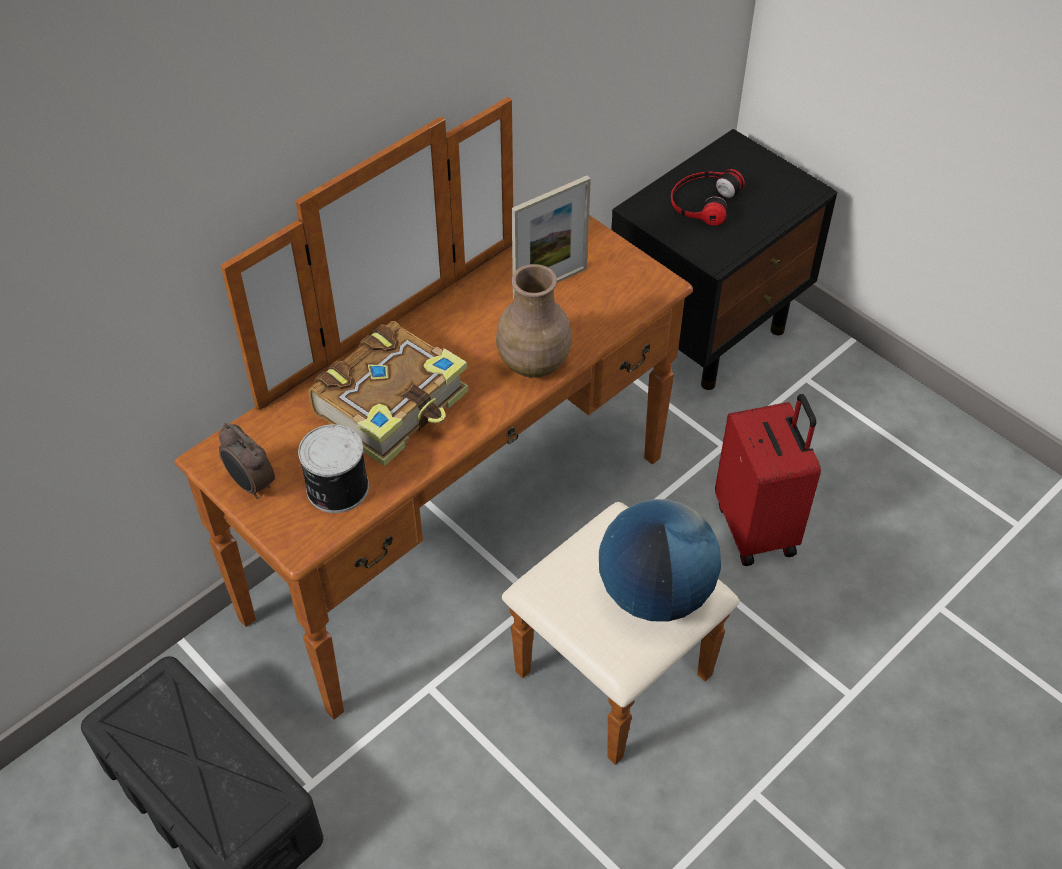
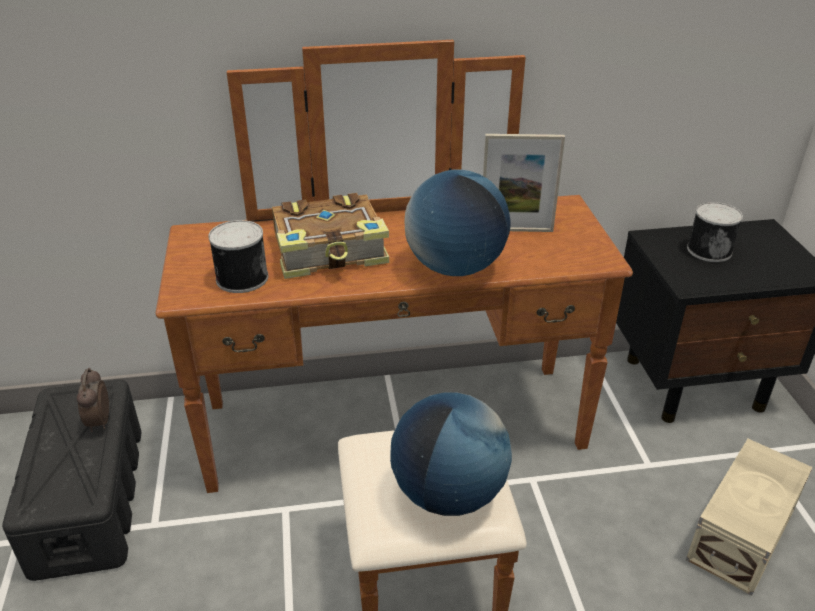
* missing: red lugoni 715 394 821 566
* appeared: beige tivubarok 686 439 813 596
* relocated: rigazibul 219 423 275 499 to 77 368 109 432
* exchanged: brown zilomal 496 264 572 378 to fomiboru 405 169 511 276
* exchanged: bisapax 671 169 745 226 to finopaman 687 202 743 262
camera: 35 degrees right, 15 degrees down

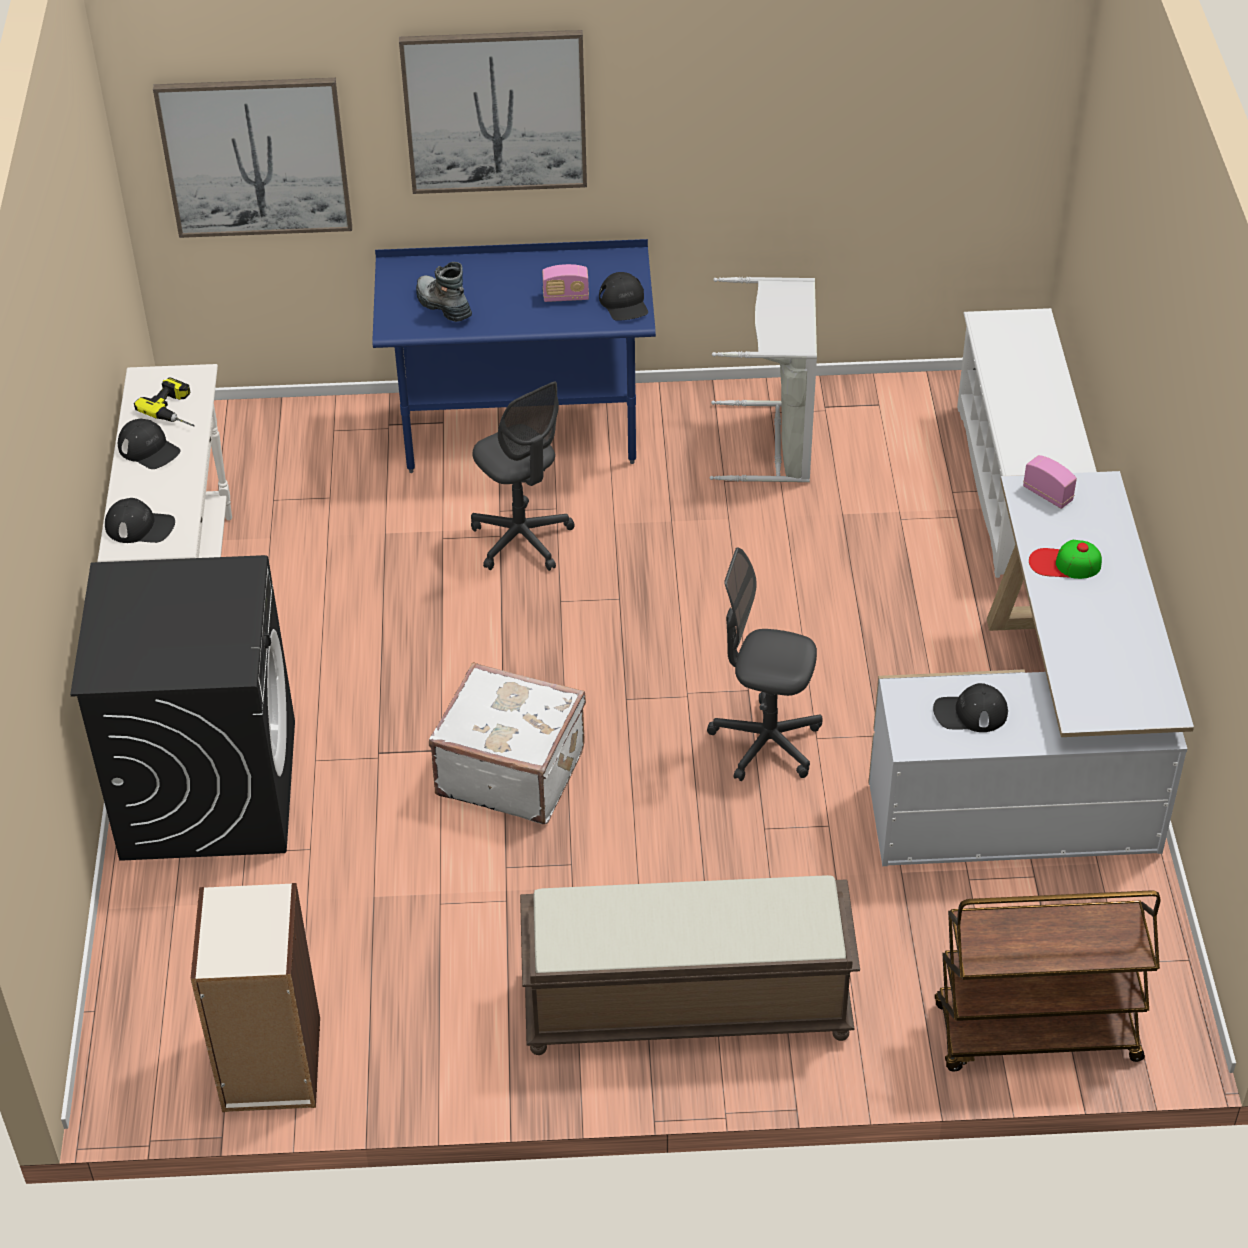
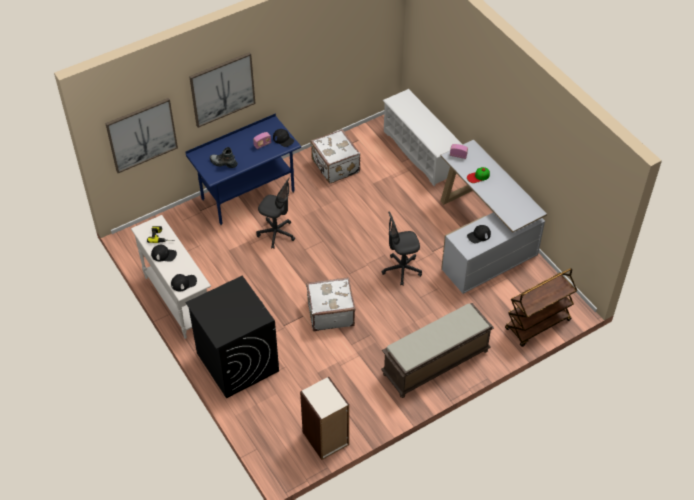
* exchanged: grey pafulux 710 277 817 482 to white lugoni 311 129 360 183
camera: 30 degrees left, 5 degrees up

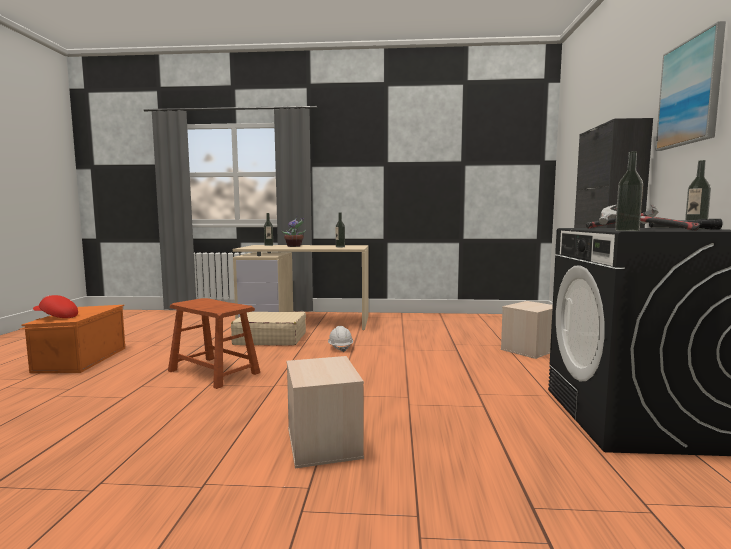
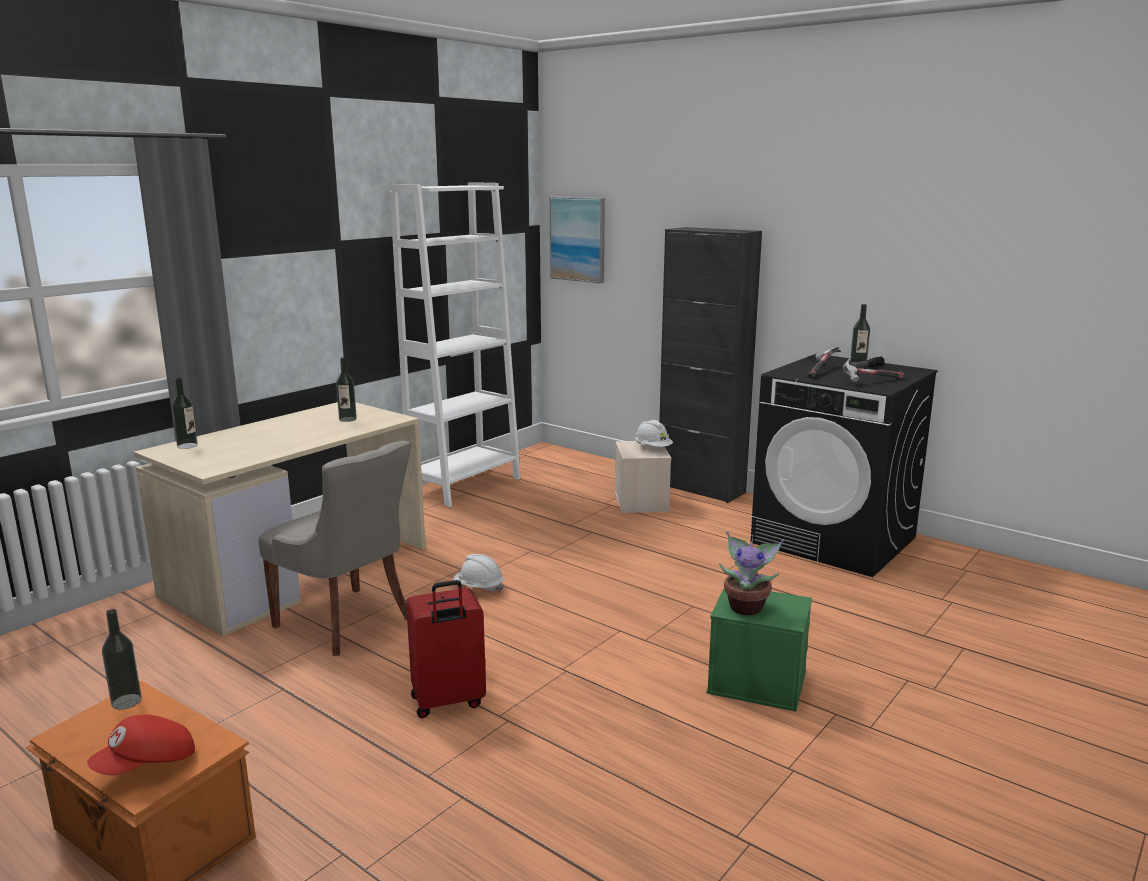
* appeared: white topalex 389 182 521 507
* appeared: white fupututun 634 420 673 447
* relocated: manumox 281 217 306 247 to 719 531 784 615
* relocated: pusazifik 615 151 643 231 to 102 609 142 710
* relocated: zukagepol 655 21 726 151 to 550 197 605 284
* exchanged: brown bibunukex 168 298 260 389 to red lugoni 406 580 486 718
* exchanged: beige lugoni 231 312 306 345 to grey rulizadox 258 441 411 656
* colour: beige tivubarok 287 356 364 468 to green tivubarok 707 588 812 712
camera: 55 degrees left, 10 degrees up

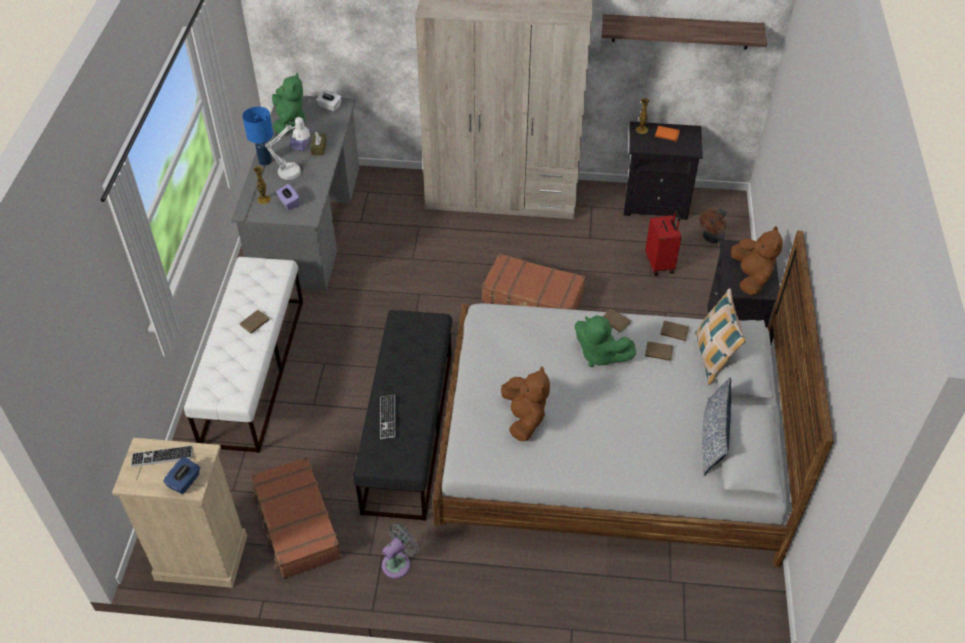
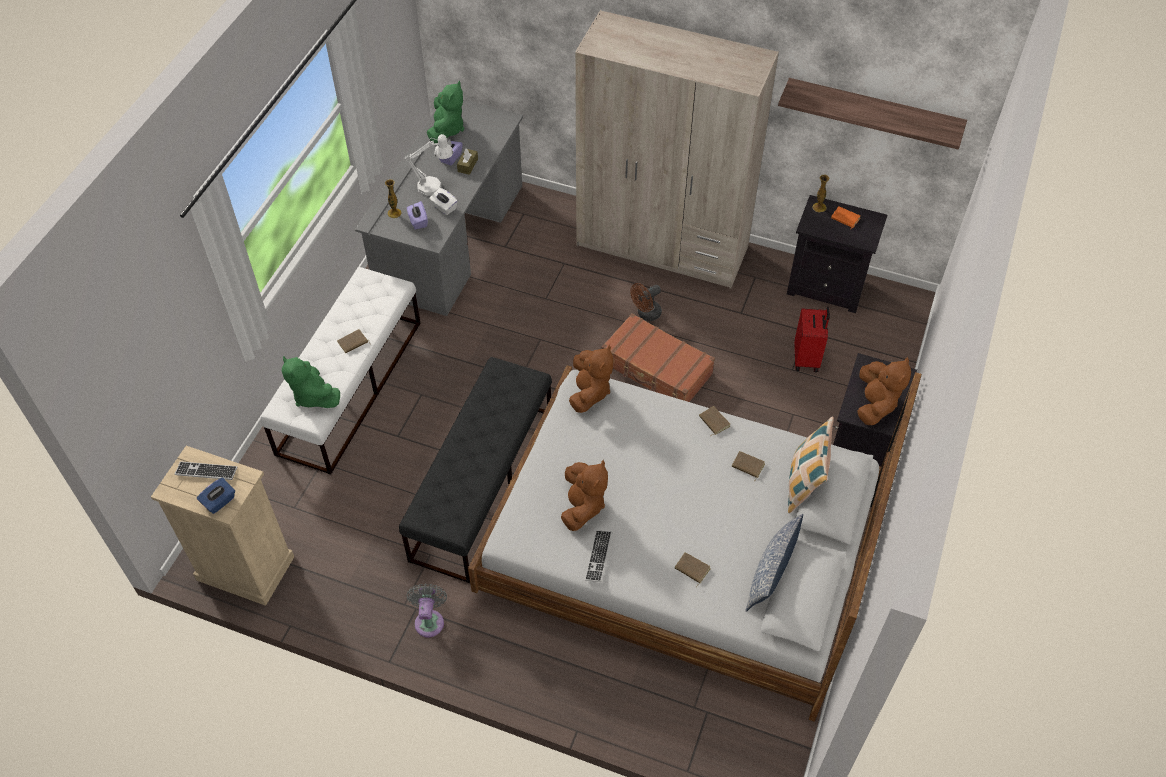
* missing: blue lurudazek 243 107 273 166
* missing: brown lugoni 251 457 342 579
* appeared: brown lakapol 569 344 613 413
* relocated: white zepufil 316 90 342 112 to 429 188 458 215
* relocated: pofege 380 395 395 439 to 585 530 612 582
* relocated: green lakapol 575 315 636 367 to 282 356 340 408
* relocated: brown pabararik 660 321 689 343 to 675 552 711 587
* relocated: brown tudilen 700 208 726 243 to 630 283 662 321
* spun: grey tudilen 382 523 419 579 = 407 584 447 637 60 degrees counterclockwise
camera: 15 degrees right, 5 degrees up

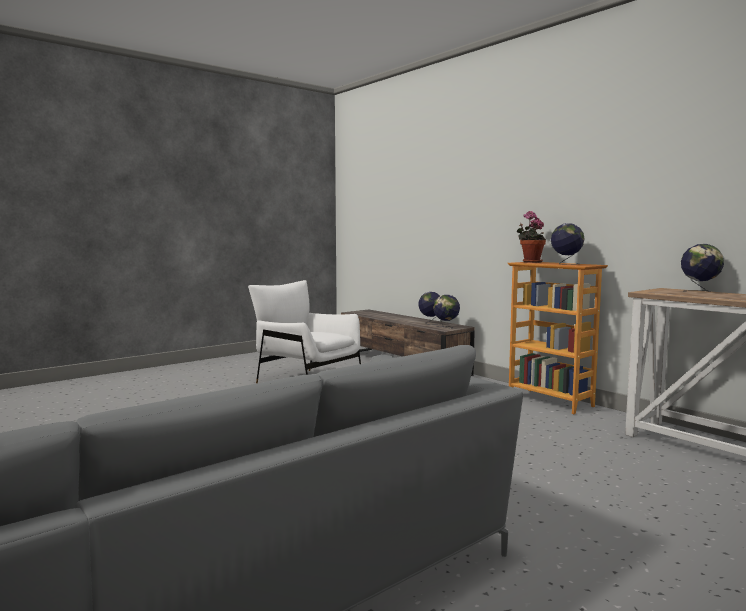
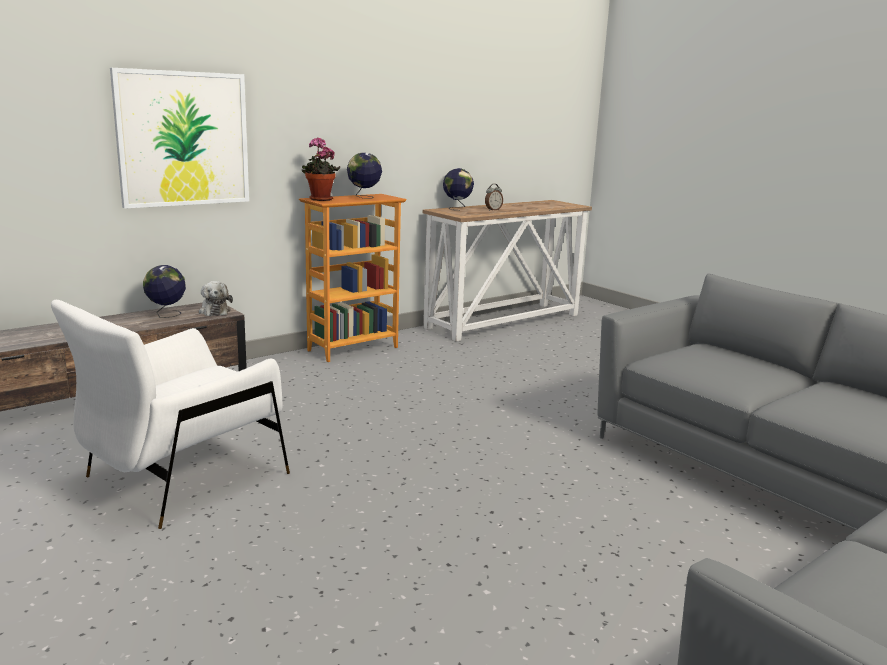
* appeared: zukagepol 110 68 249 209
* appeared: rigazibul 485 184 503 211
* exchanged: fomiboru 433 295 460 329 to lakapol 199 281 233 316
camera: 90 degrees left, 10 degrees up

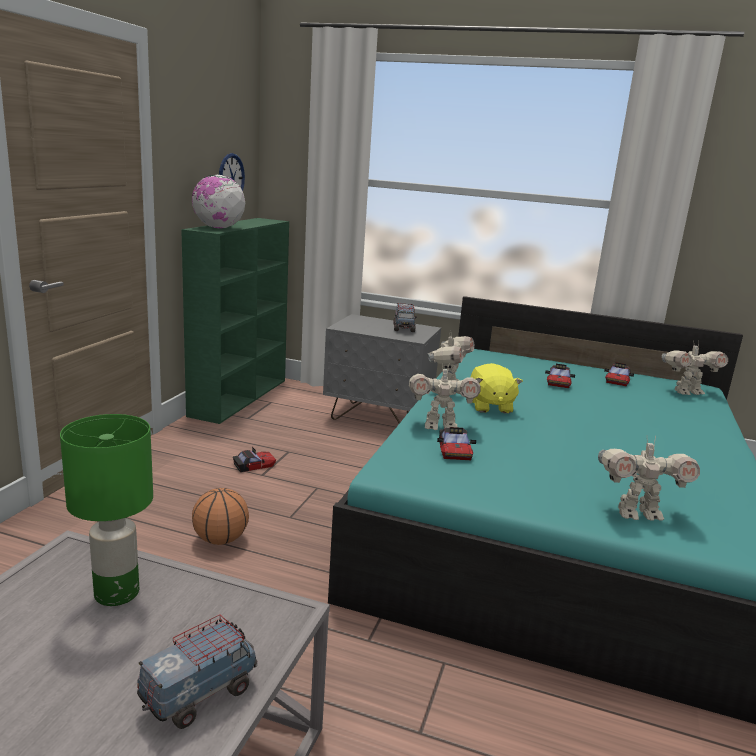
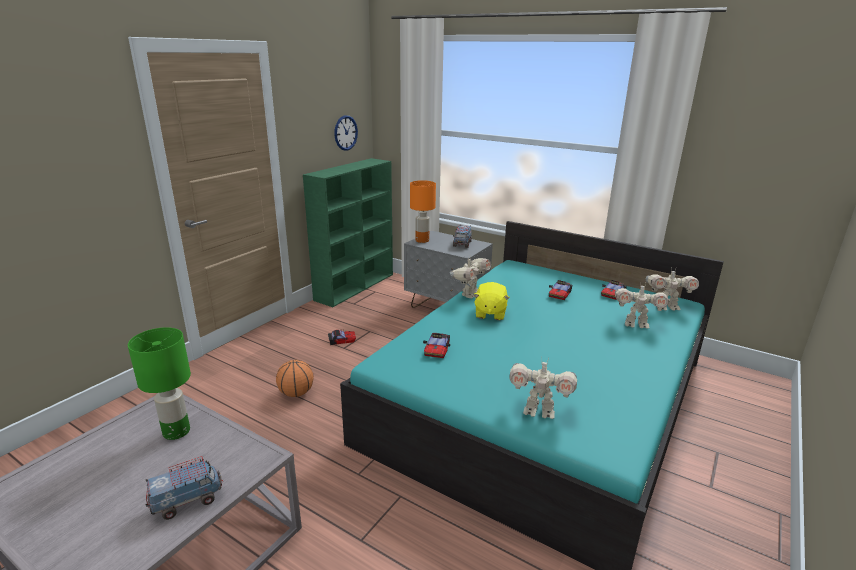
* missing: fomiboru 192 175 245 228
* appeared: orange lurudazek 410 180 436 243
* relocated: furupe 409 363 481 430 to 615 283 669 328
camera: 15 degrees right, 5 degrees up

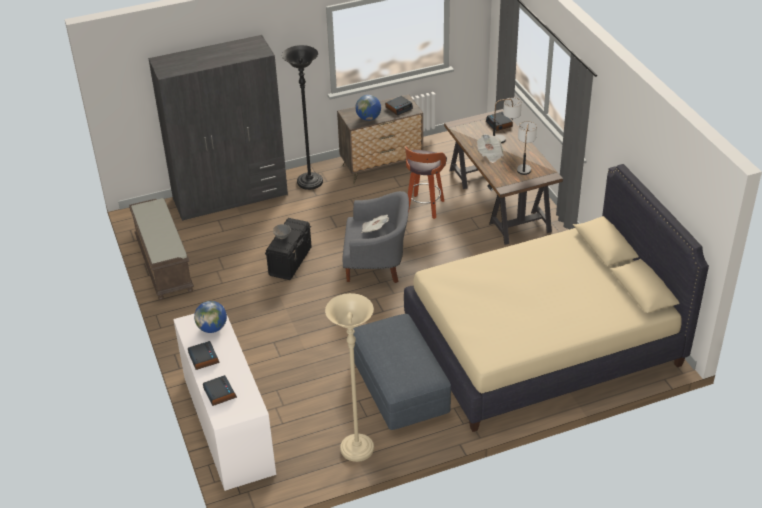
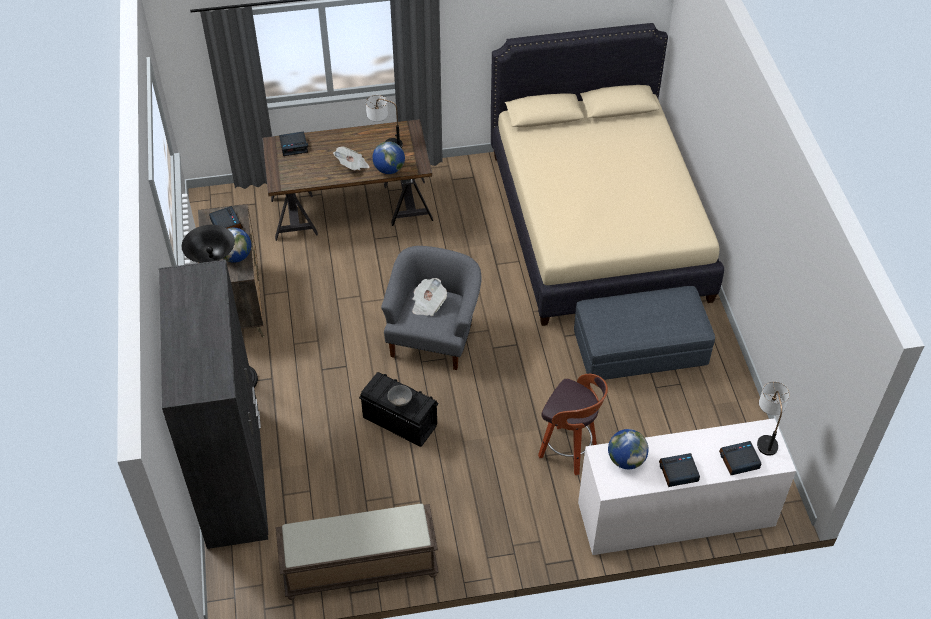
* missing: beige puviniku 325 293 374 462
* appeared: fomiboru 372 142 405 174
* relocated: bibunukex 405 146 447 219 to 538 374 608 475
* relocated: lurudazek 493 97 522 143 to 757 382 790 456
camera: 80 degrees left, 10 degrees up

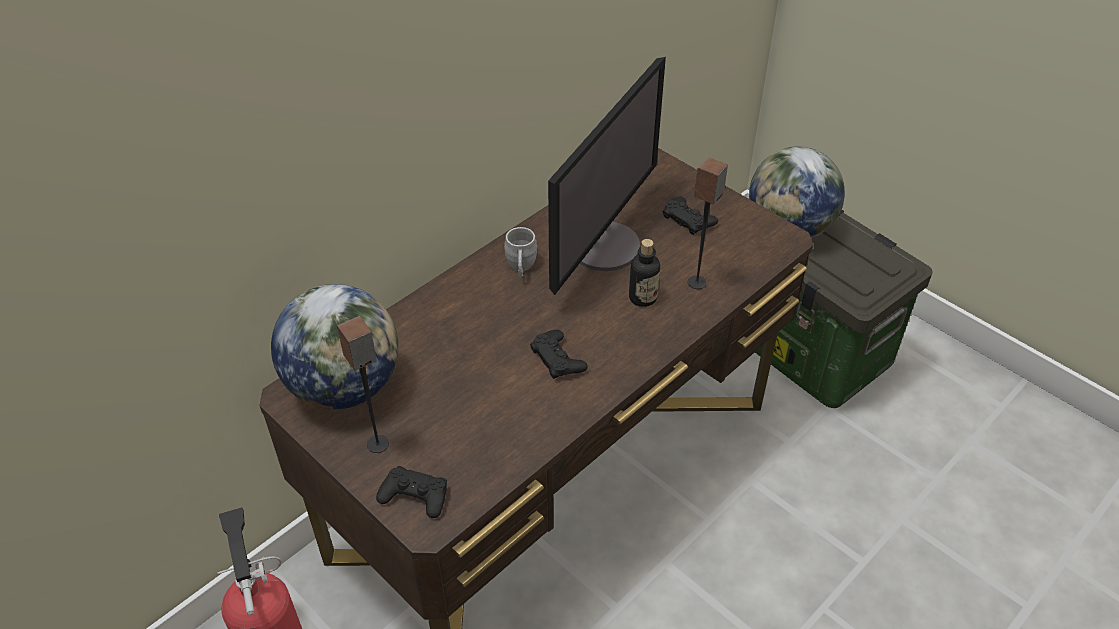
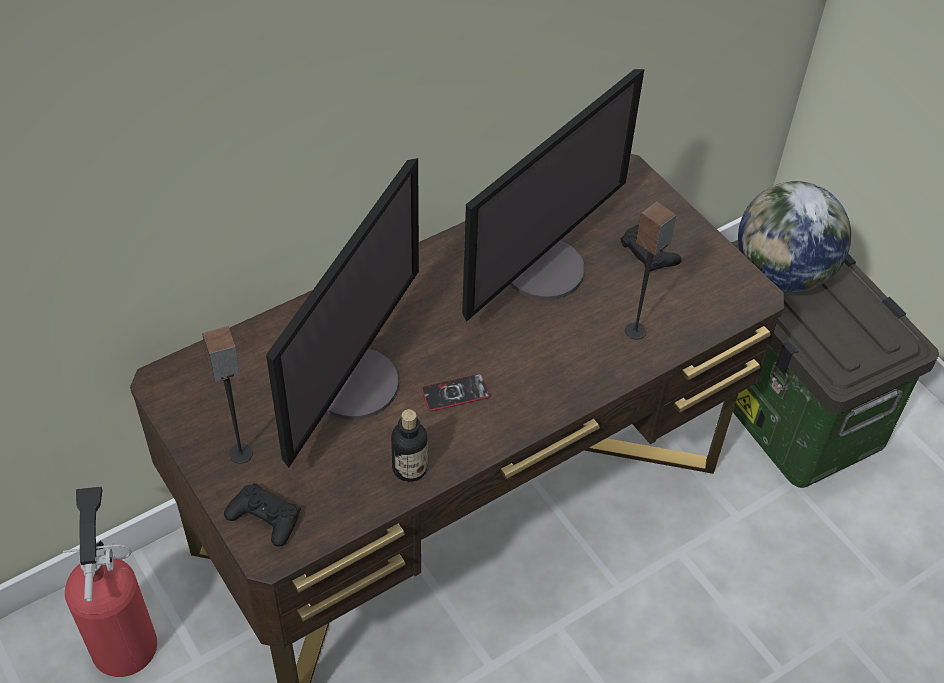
* missing: fomiboru 271 284 398 409
* missing: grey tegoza 504 227 537 278
* appeared: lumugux 266 158 419 468
* relocated: pusazifik 629 239 660 307 to 391 409 427 482
* exchanged: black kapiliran 530 330 588 379 to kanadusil 421 374 491 411
camera: 10 degrees right, 5 degrees up

